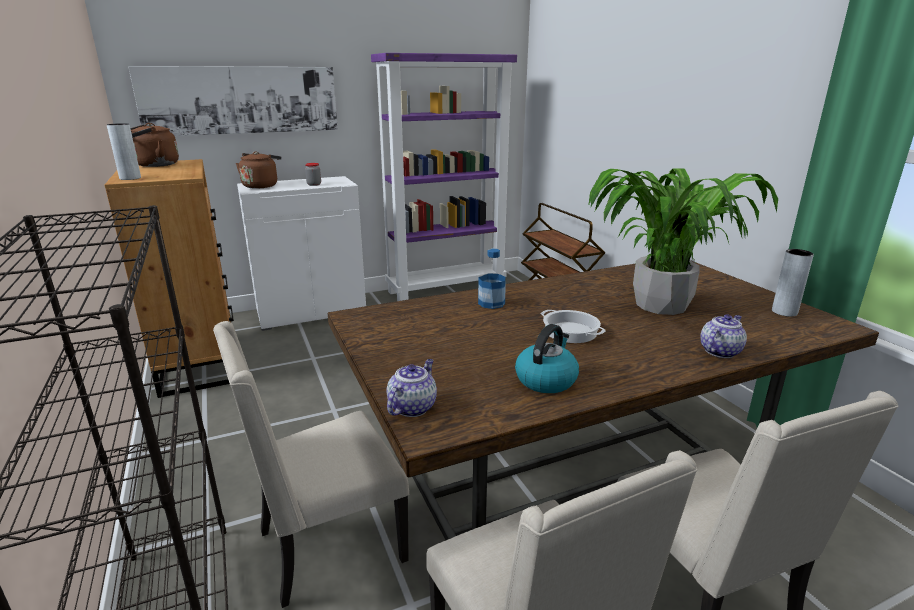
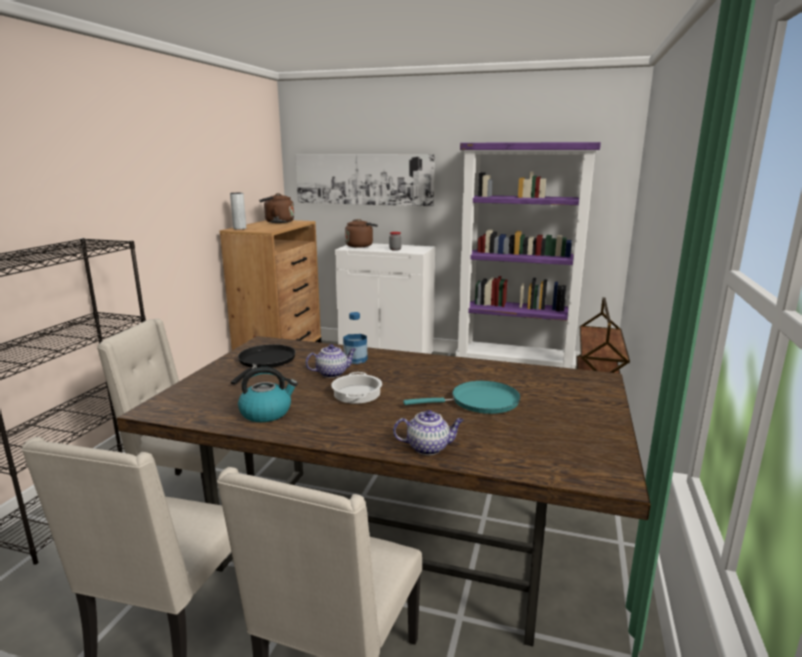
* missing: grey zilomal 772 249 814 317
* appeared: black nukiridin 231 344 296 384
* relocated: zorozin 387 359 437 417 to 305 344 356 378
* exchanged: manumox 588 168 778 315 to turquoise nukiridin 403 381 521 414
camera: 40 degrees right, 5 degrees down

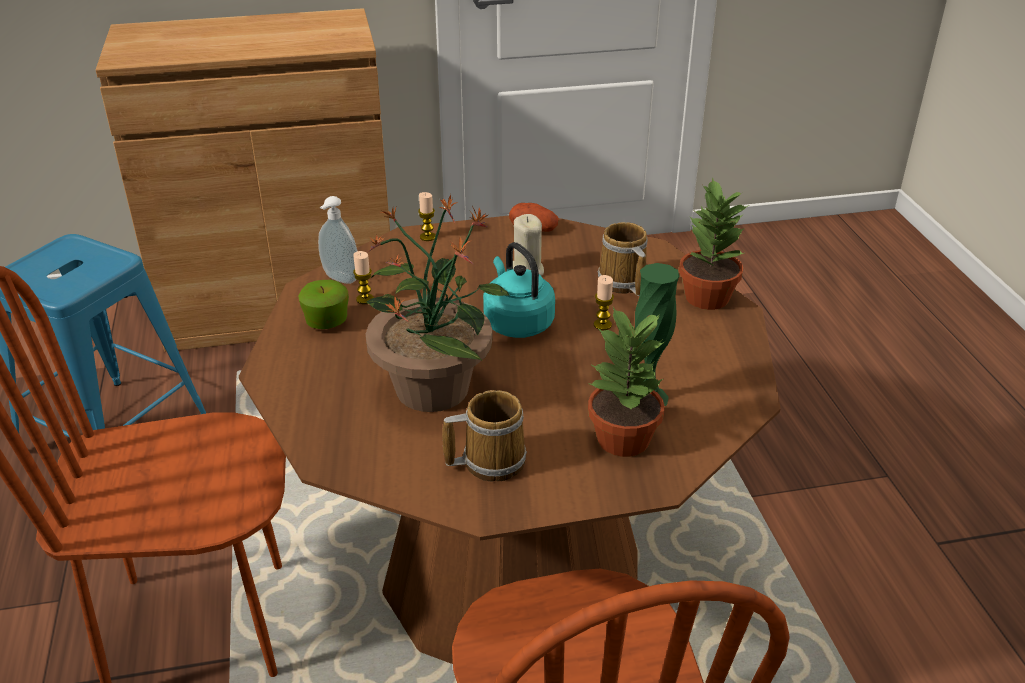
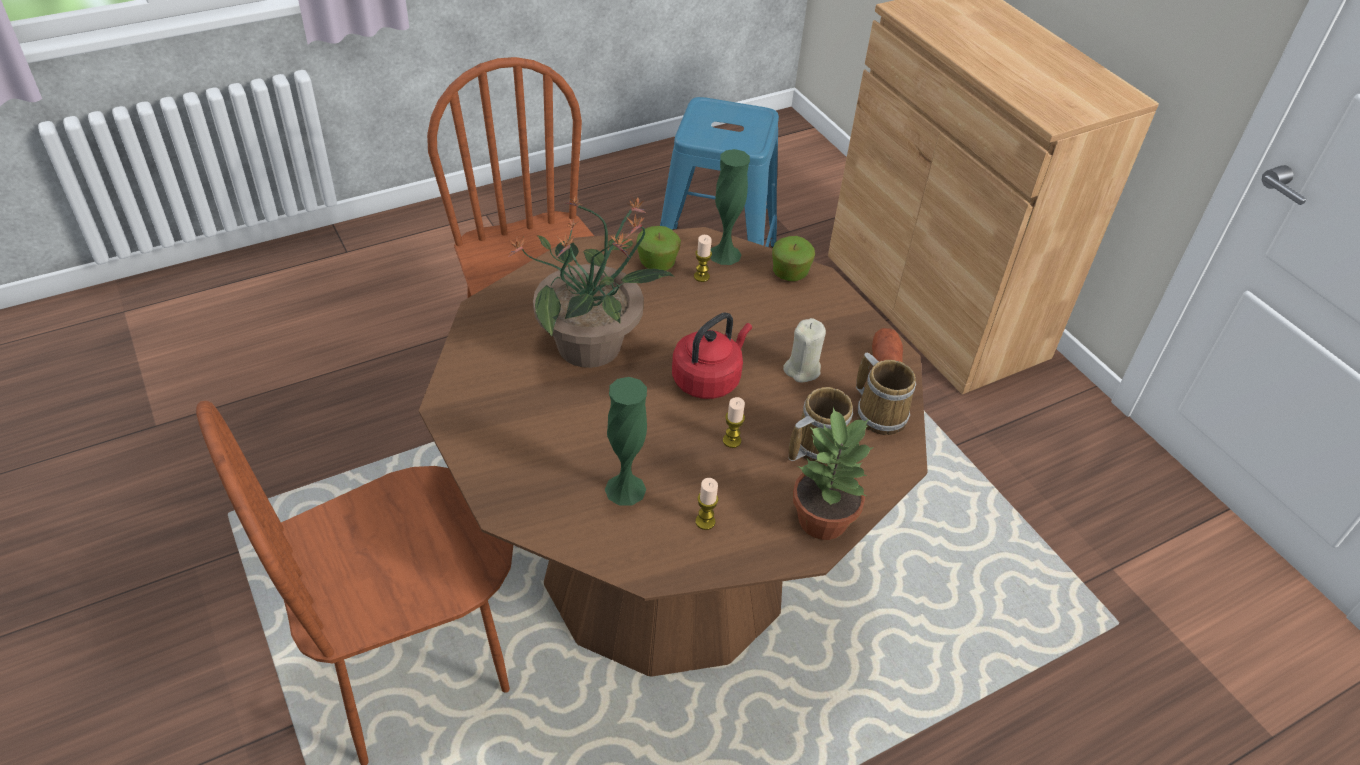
* missing: manumox 588 307 665 457
* appeared: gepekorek 772 236 815 281
* relocated: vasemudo 418 192 436 241 to 695 478 718 530
* relocated: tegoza 442 390 527 482 to 856 353 916 435
* exchanged: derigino 318 196 357 284 to green zilomal 711 149 750 265
* colour: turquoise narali 483 242 555 338 to red narali 672 312 752 399
camera: 70 degrees right, 10 degrees up

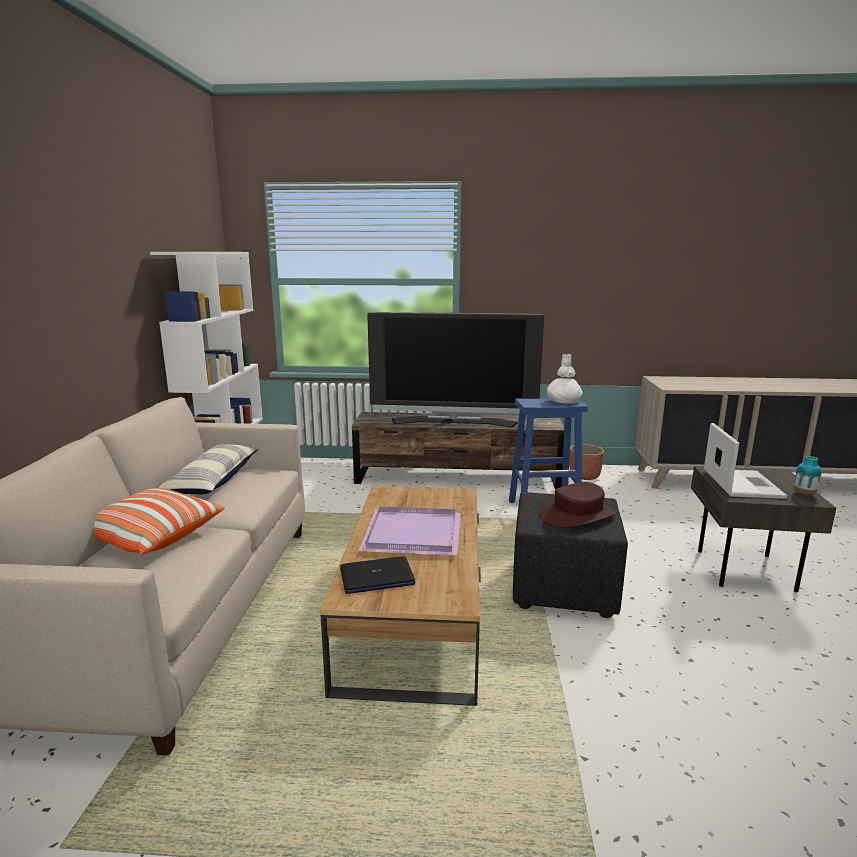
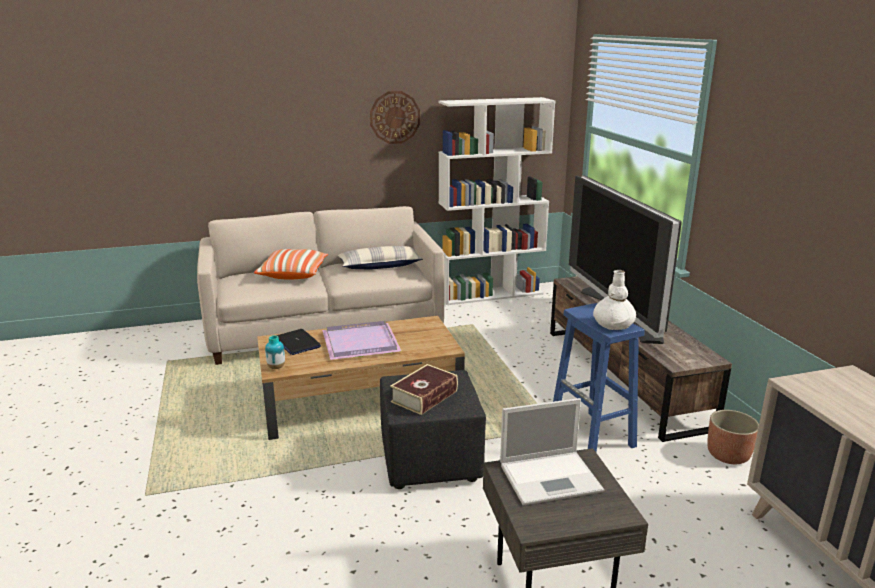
* appeared: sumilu 370 91 420 144
* relocated: zilomal 794 456 821 495 to 265 335 285 369
* exchanged: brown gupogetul 540 482 616 528 to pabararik 390 364 458 415
camera: 70 degrees right, 5 degrees up

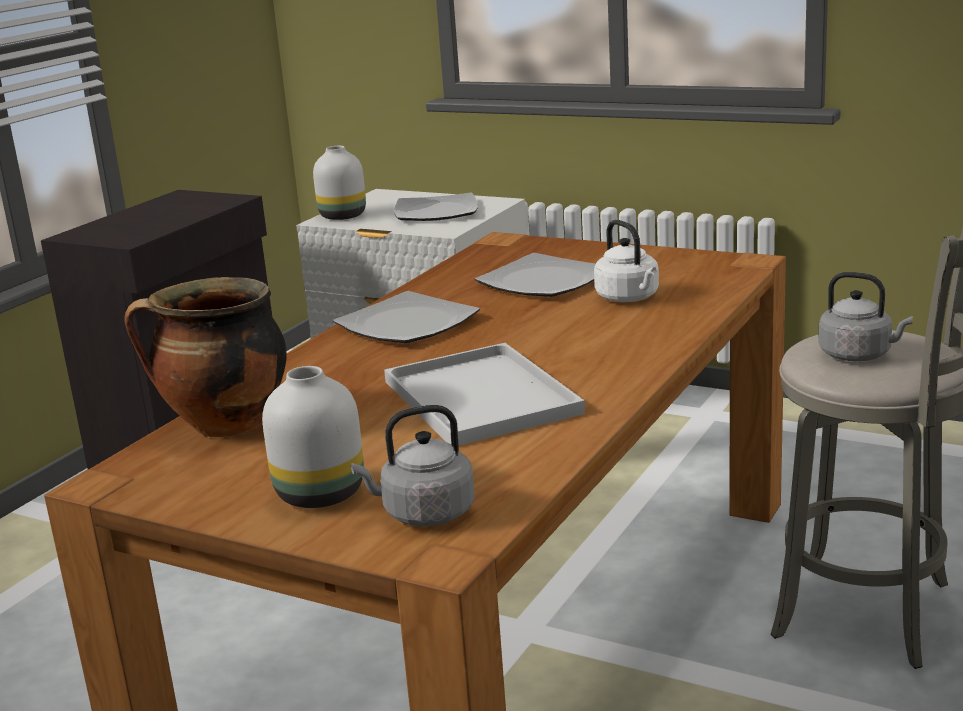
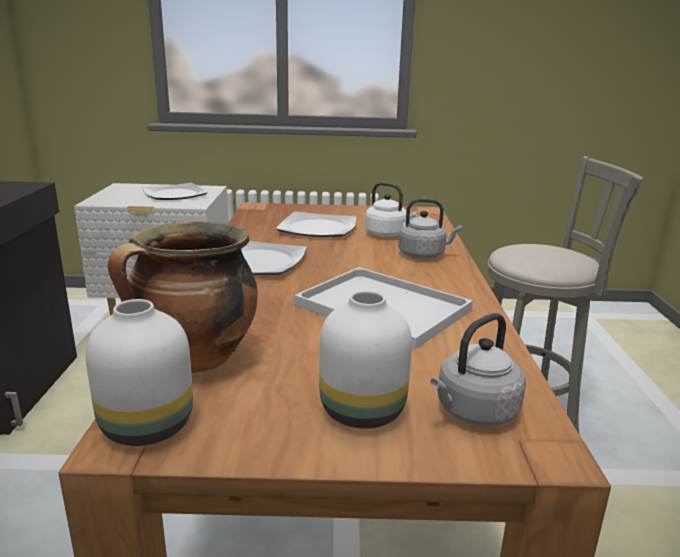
* relocated: white zilomal 313 146 366 220 to 86 299 193 446
* relocated: grey narali 818 272 913 361 to 398 198 462 259
camera: 30 degrees left, 0 degrees up

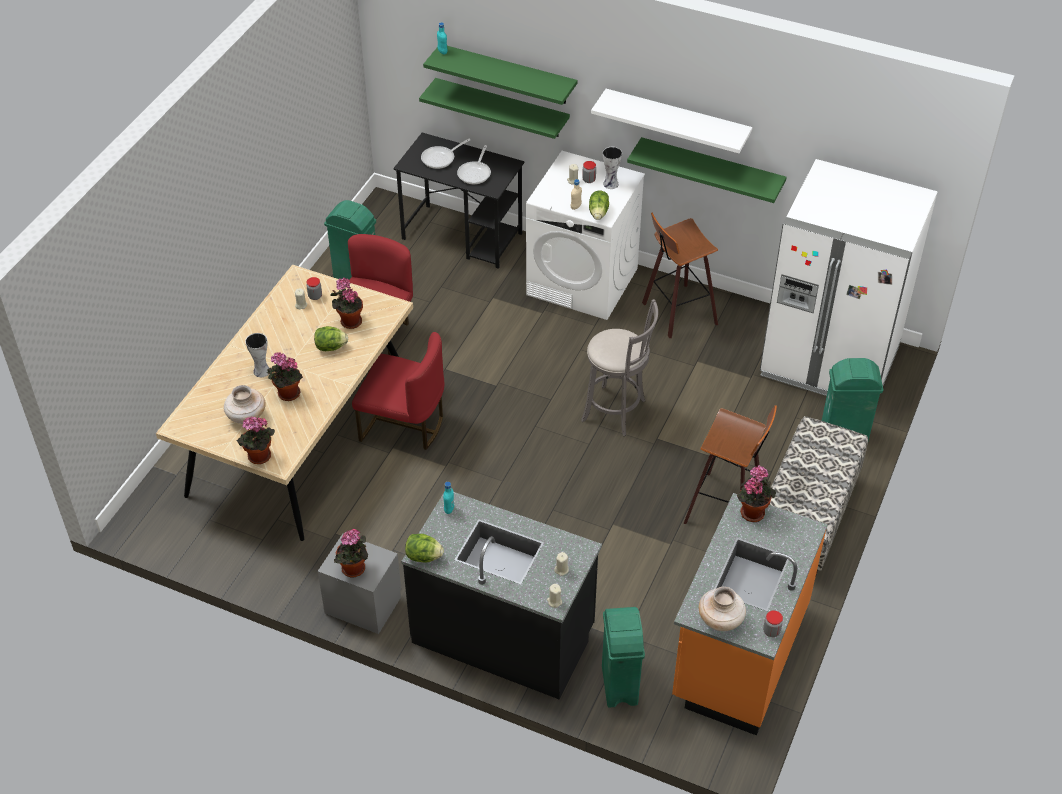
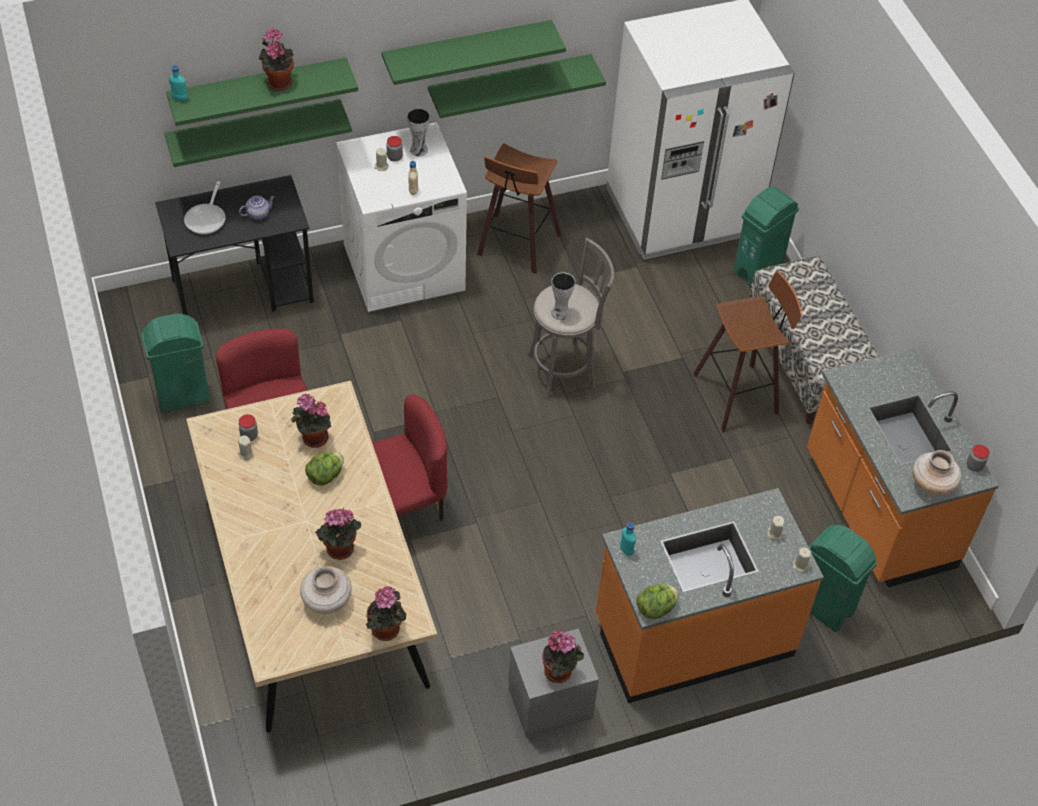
* missing: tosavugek 589 190 609 220
* relocated: zilomal 245 333 269 377 to 551 272 575 320
* relocated: manumox 737 465 776 522 to 259 28 294 91
* exchanged: nukiridin 457 145 491 184 to zorozin 239 196 275 220
* colour: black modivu 401 492 602 700 to orange modivu 596 488 824 703
* colour: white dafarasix 591 89 752 153 to green dafarasix 382 20 566 85
camera: 45 degrees left, 5 degrees up

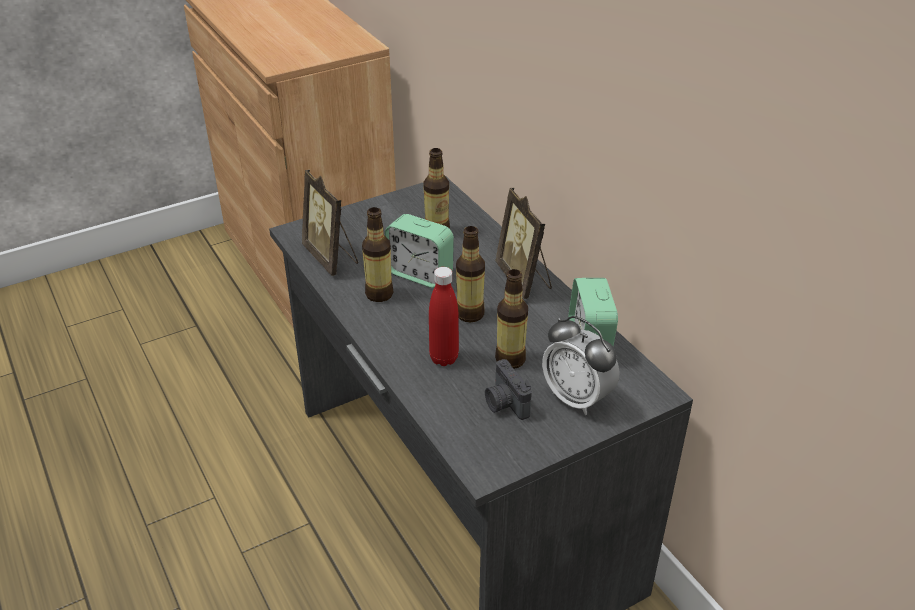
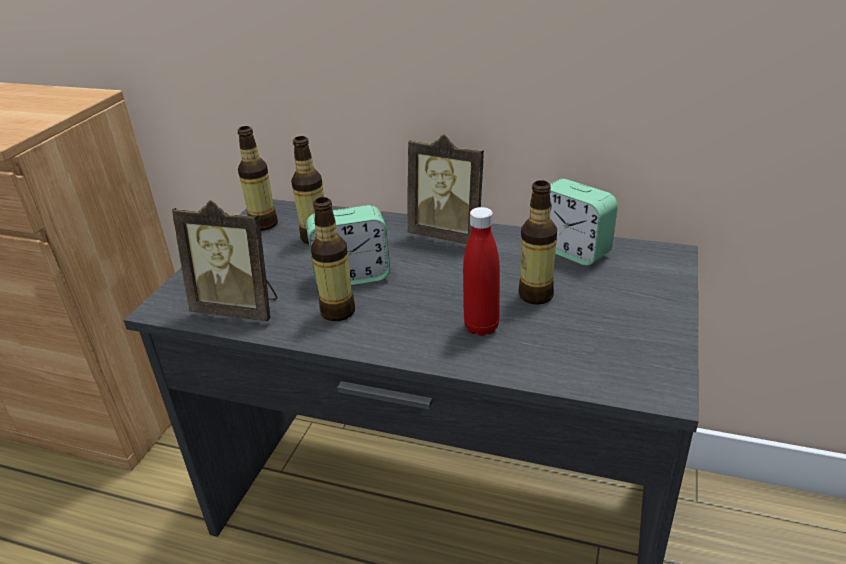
* missing: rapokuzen 485 359 532 420
* missing: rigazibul 542 316 620 415
* relocated: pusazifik 456 226 485 322 to 237 126 278 231
camera: 40 degrees left, 5 degrees down

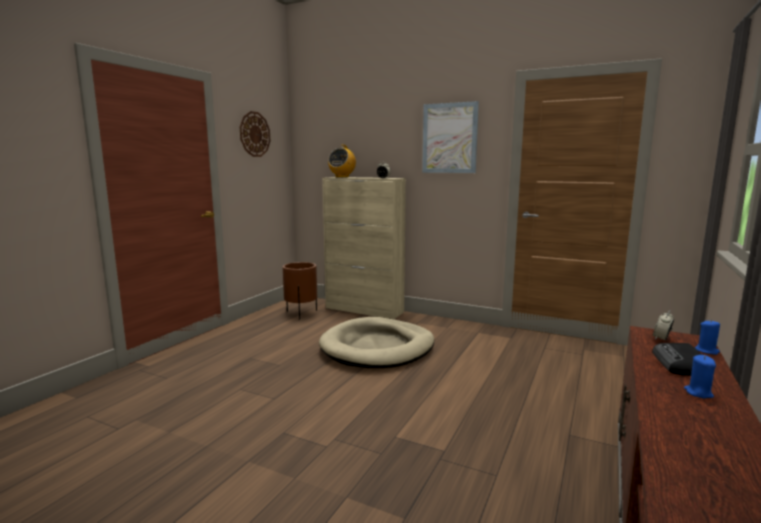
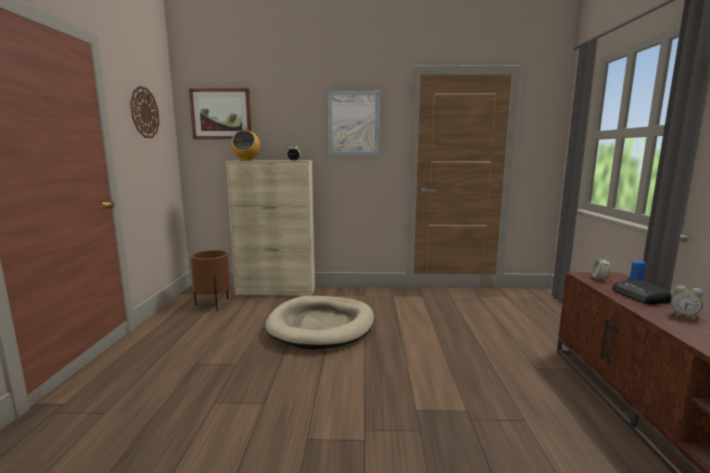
* appeared: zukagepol 189 88 252 139
* exchanged: blue vasemudo 684 355 716 398 to rigazibul 671 285 703 320
camera: 25 degrees left, 0 degrees up

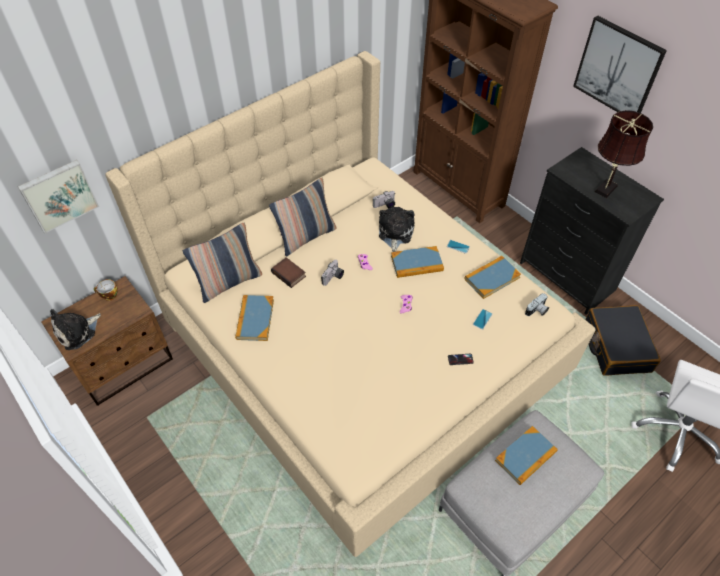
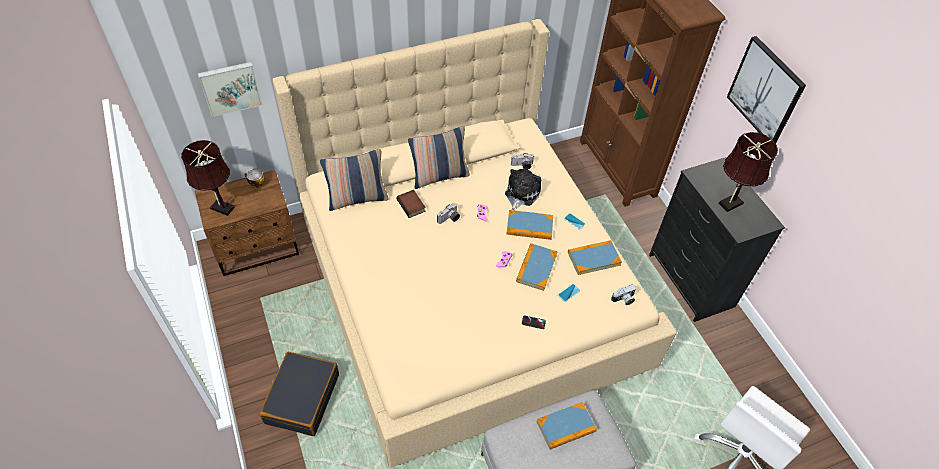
* relocated: pabararik 235 295 274 341 to 516 243 558 291
* relocated: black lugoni 585 305 661 376 to 260 352 339 436
* exchanged: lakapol 50 309 101 350 to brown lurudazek 181 140 235 216
camera: 15 degrees right, 0 degrees up

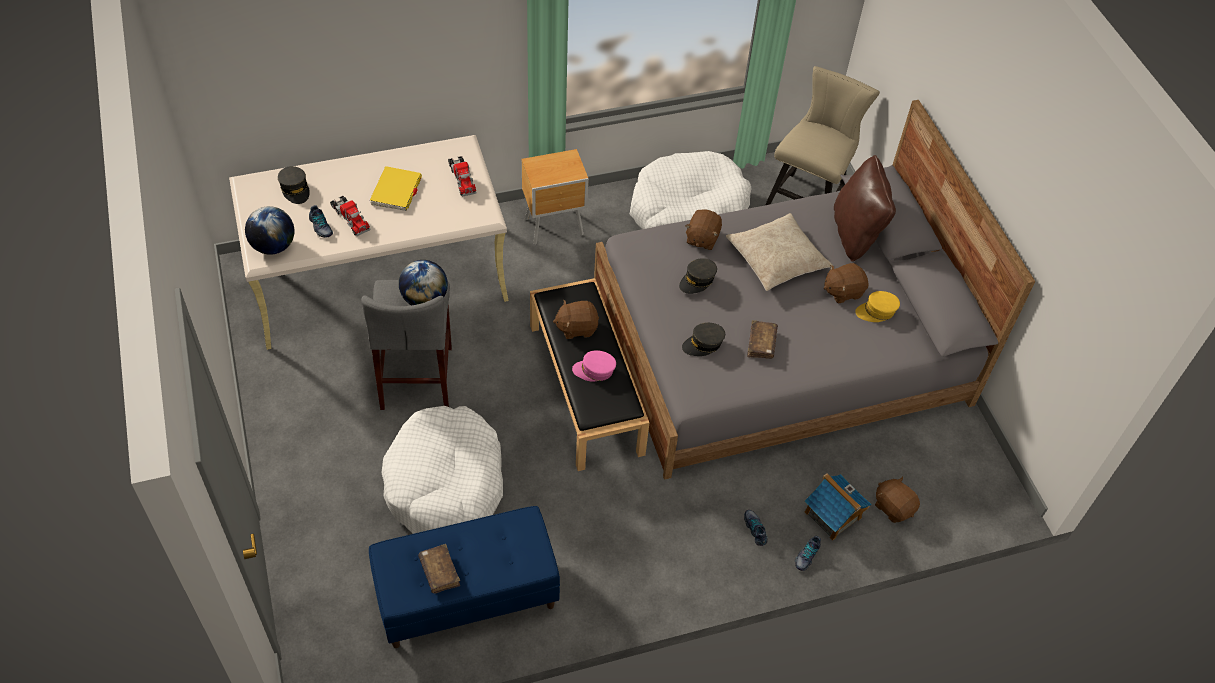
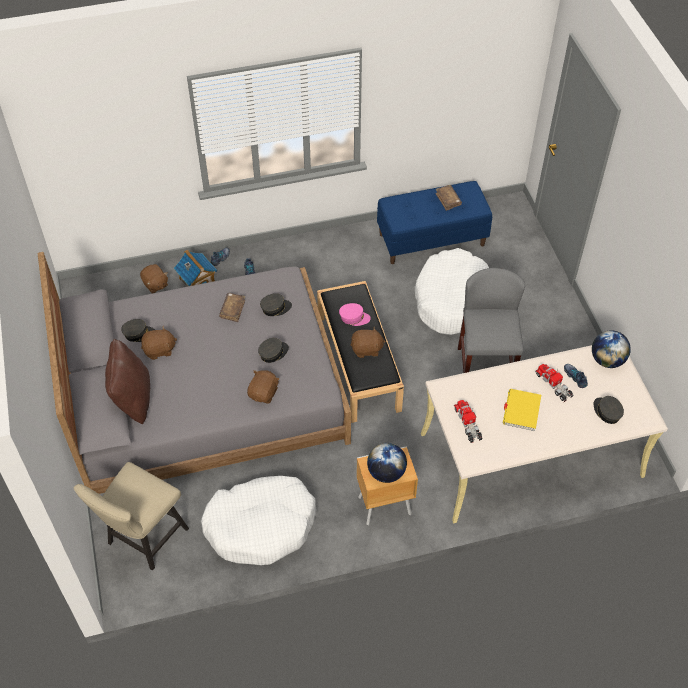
* missing: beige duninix 726 213 833 291
* relocated: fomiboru 399 260 448 305 to 367 443 407 483
* colour: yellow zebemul 855 291 900 322 to grey zebemul 121 319 155 342
camera: 175 degrees left, 0 degrees up

